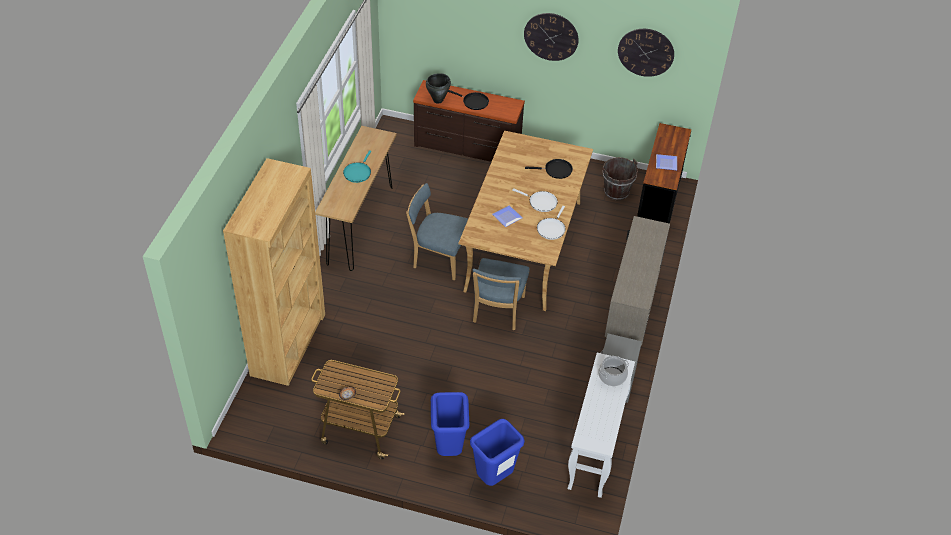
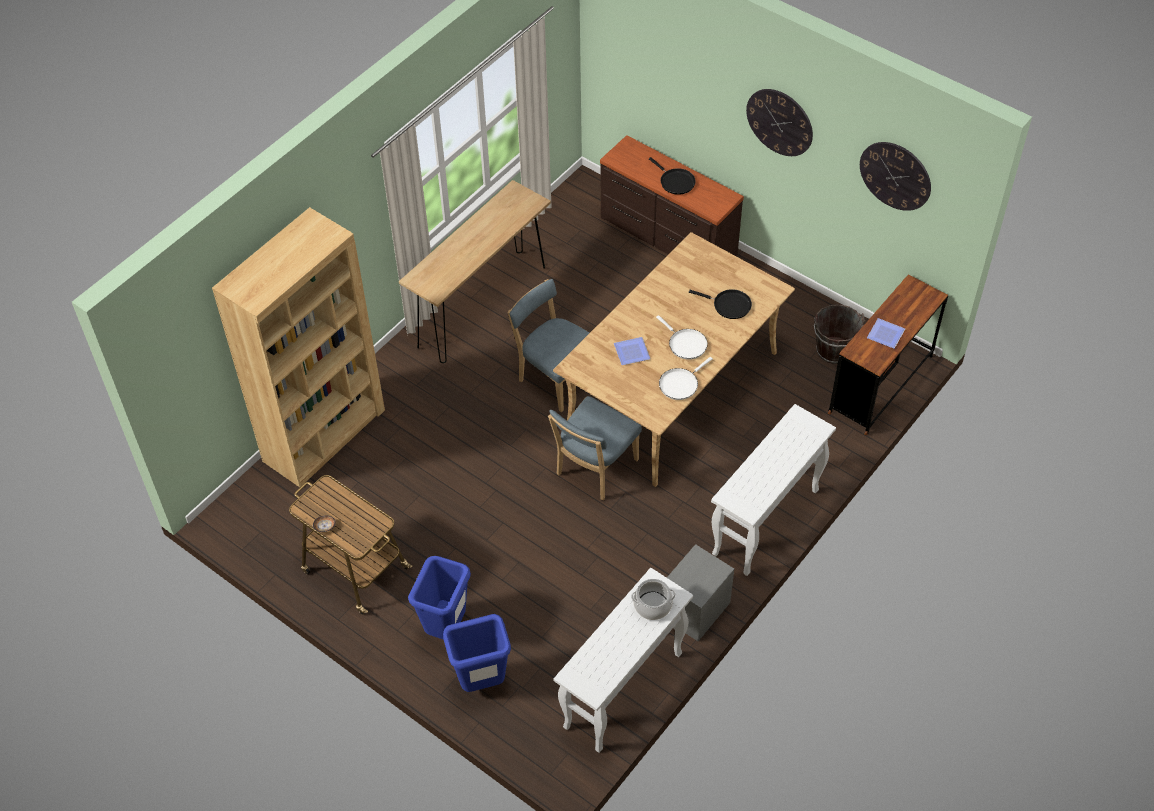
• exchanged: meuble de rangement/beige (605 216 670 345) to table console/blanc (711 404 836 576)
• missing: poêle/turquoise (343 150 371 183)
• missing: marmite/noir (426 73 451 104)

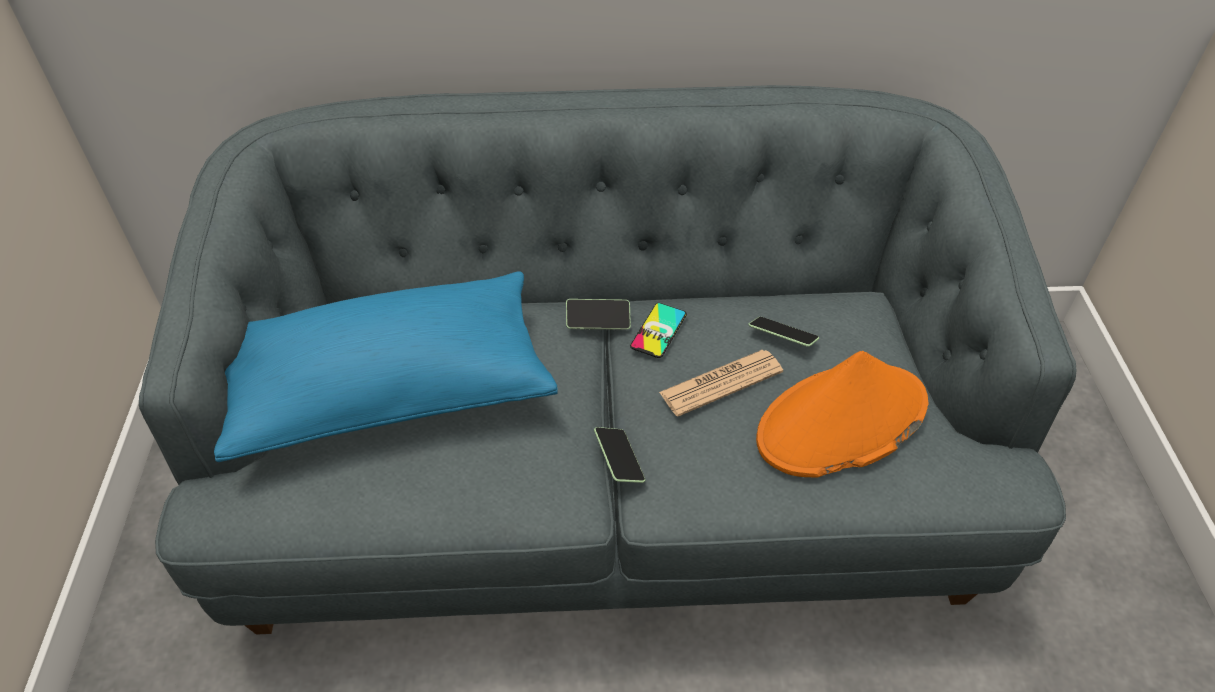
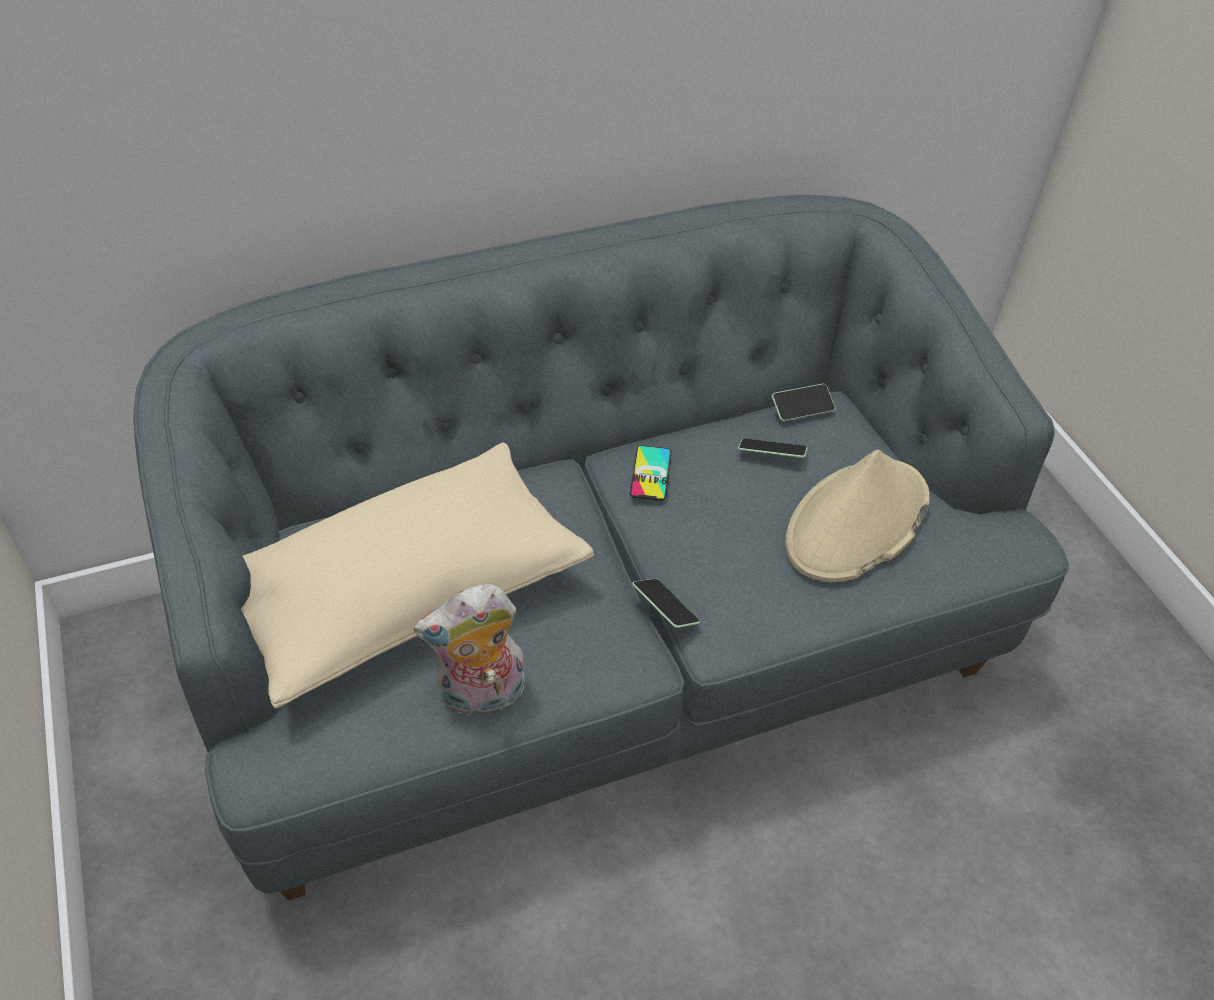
• colour: coussin/bleu (214 271 558 462) to coussin/beige (241 442 594 708)
• appeared: peluche (414 584 525 716)
• relocated: téléphone (566 299 631 330) to (772 384 835 421)
• colour: chapeau/orange (756 351 928 477) to chapeau/beige (785 449 929 582)
• missing: journal (659 350 783 417)

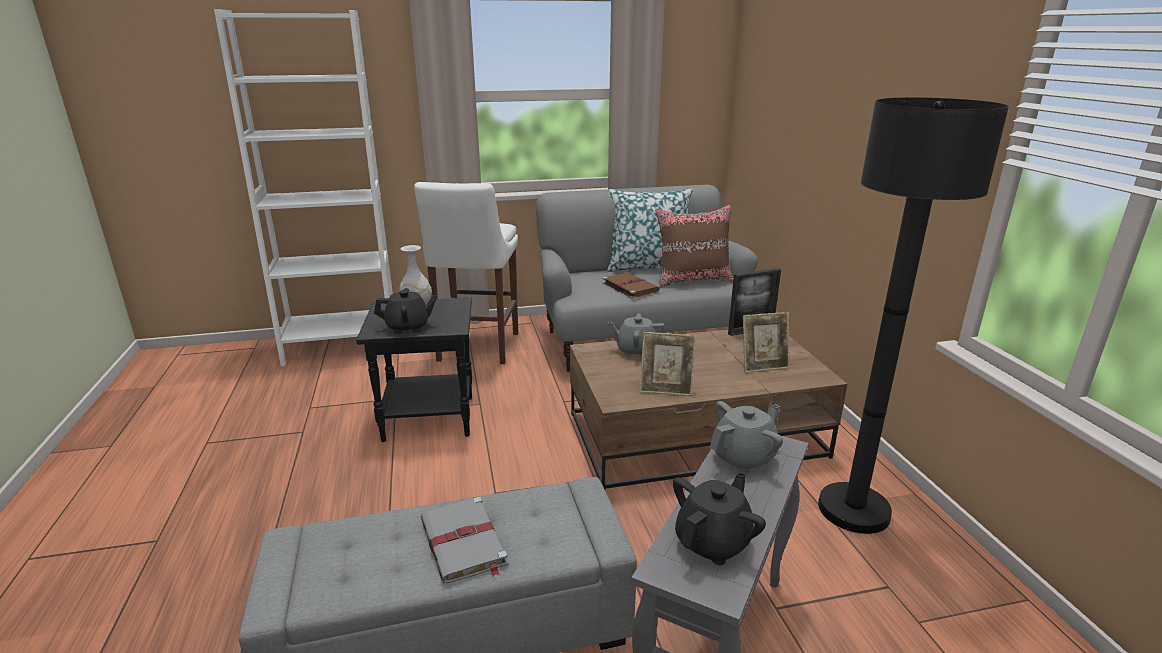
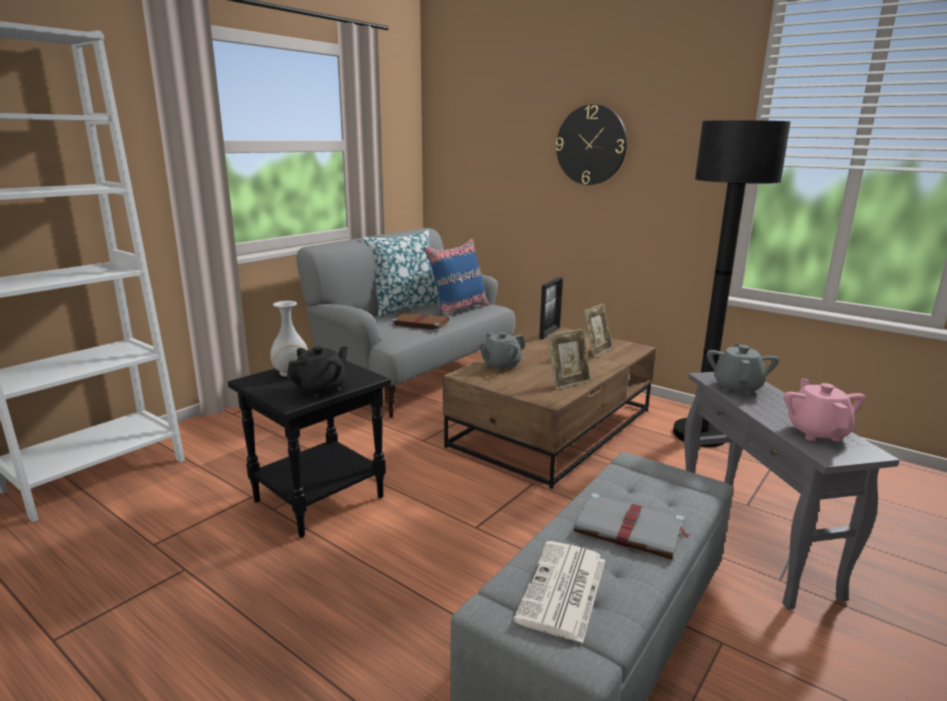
• colour: coussin/marron (655 205 734 288) to coussin/bleu (424 239 489 317)
• appeared: journal (513 541 605 643)
• appeared: horloge murale (556 104 627 185)
• colour: théière/noir (673 472 766 565) to théière/rose (784 379 865 442)
• missing: tabouret/blanc (414 182 518 364)

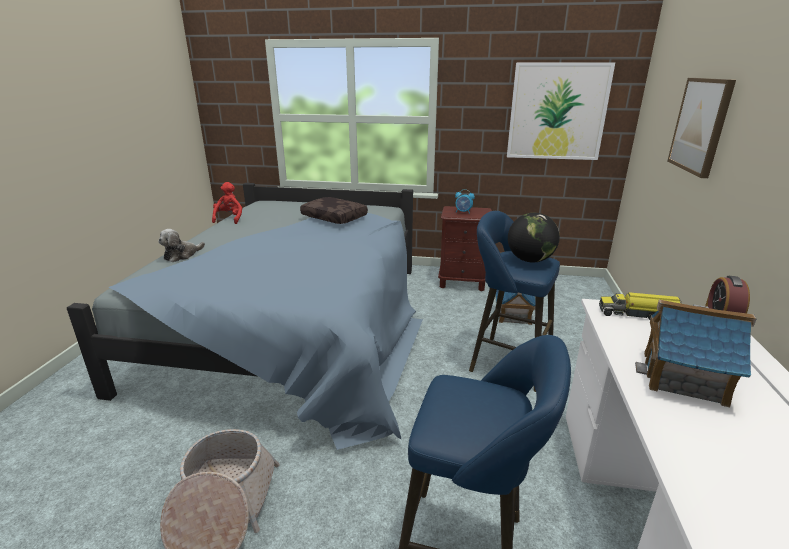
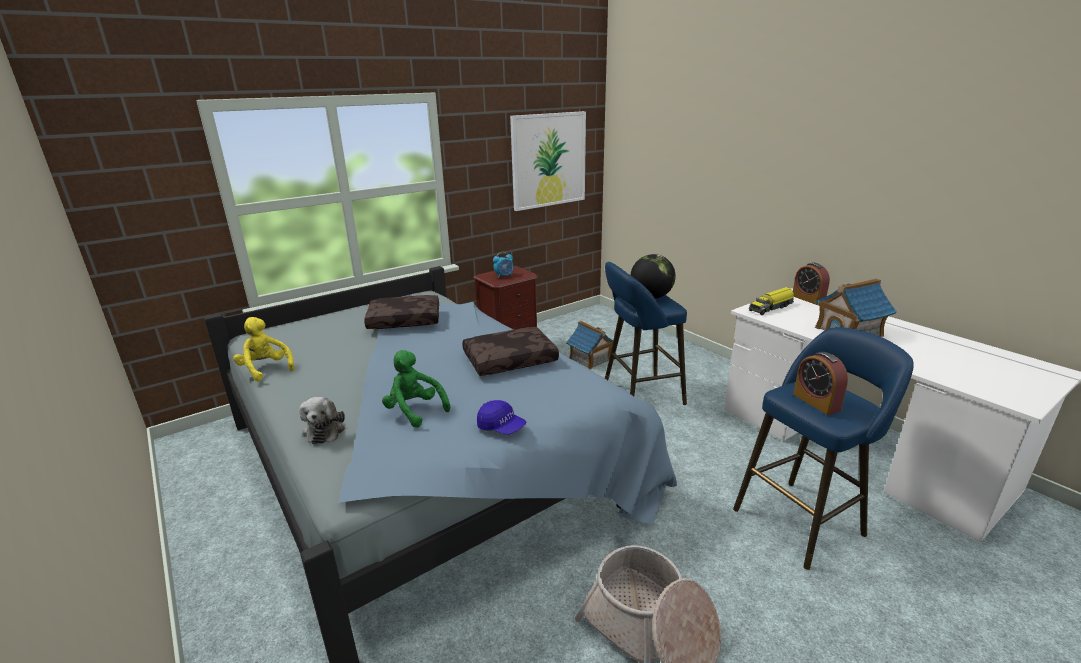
• colour: peluche/rouge (212 182 242 224) to peluche/jaune (233 317 294 382)
• appeared: peluche/vert (382 350 450 428)
• appeared: coussin/marron (462 327 559 376)
• appeared: casquette/bleu (477 400 526 435)
• appeared: réveil (793 352 848 415)
• missing: tableau (668 78 736 178)

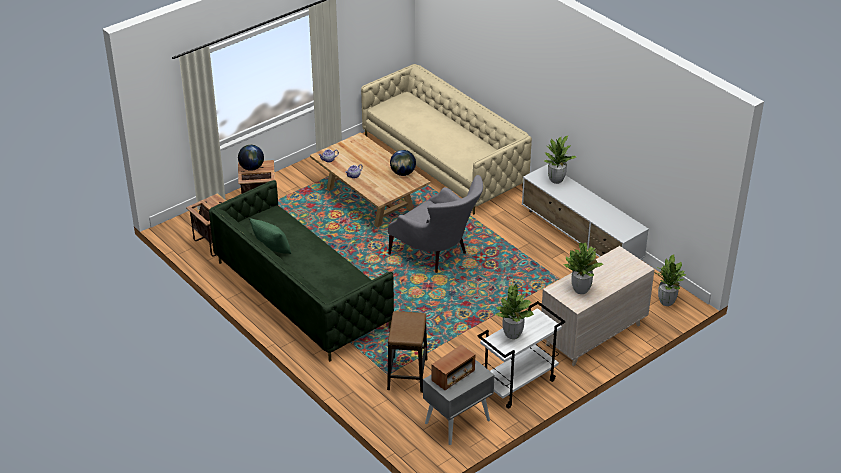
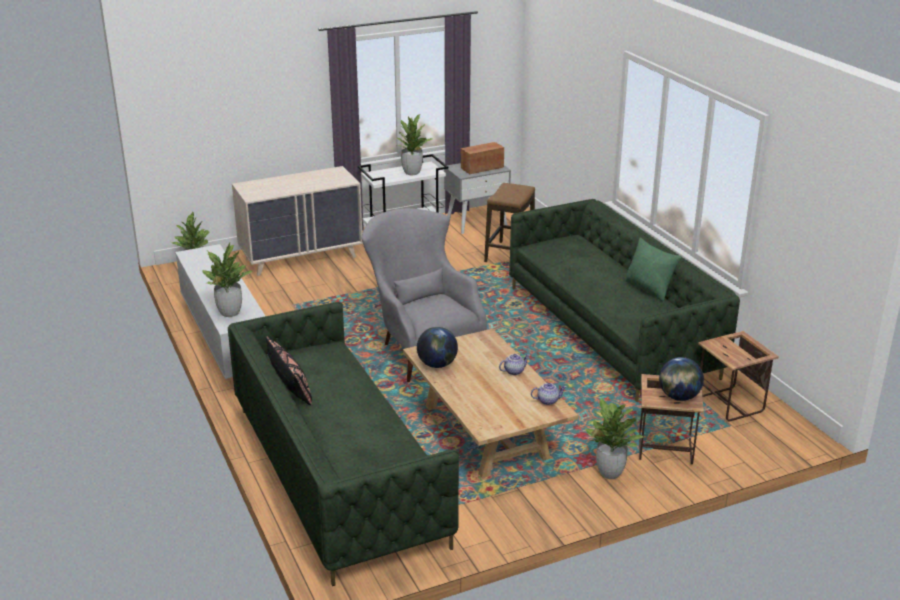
• colour: canapé/beige (361 64 532 214) to canapé/vert (228 302 459 586)
• appeared: coussin/noir (266 336 312 405)
• relocated: plante en pot (564 242 604 294) to (585 398 643 479)

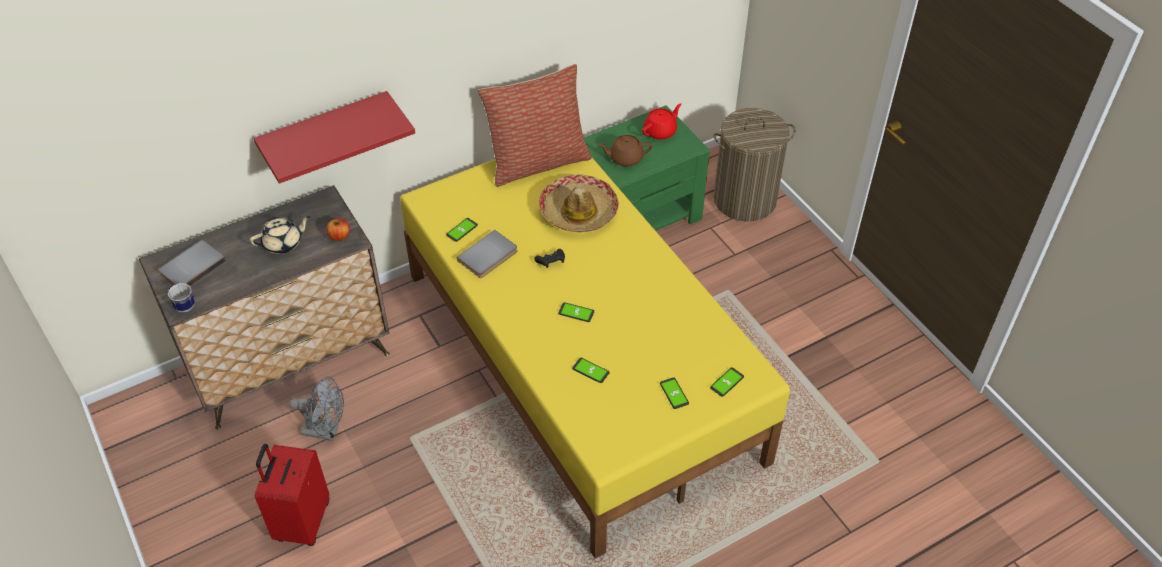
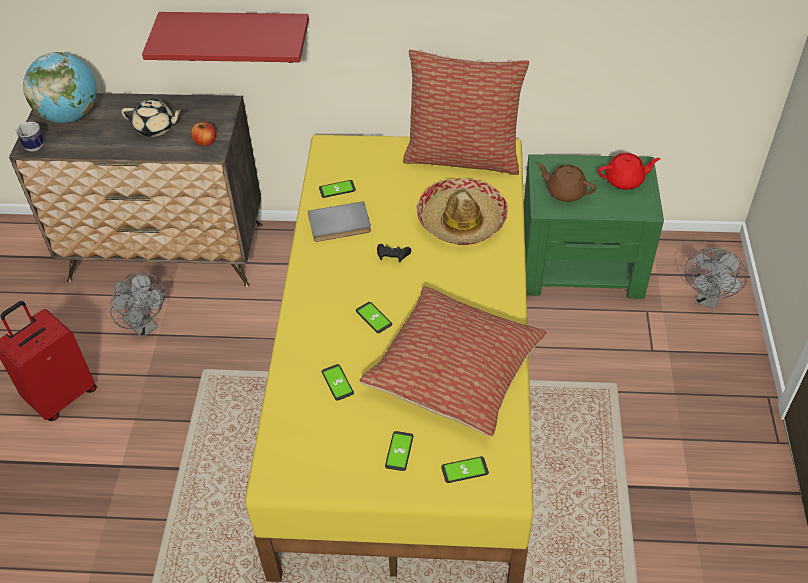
• exchanged: livre/gris (158 240 226 286) to globe (23 52 97 123)
• appeared: coussin (359 286 546 437)
• exchanged: panier à linge (713 108 796 222) to ventilateur/gris (685 248 748 309)

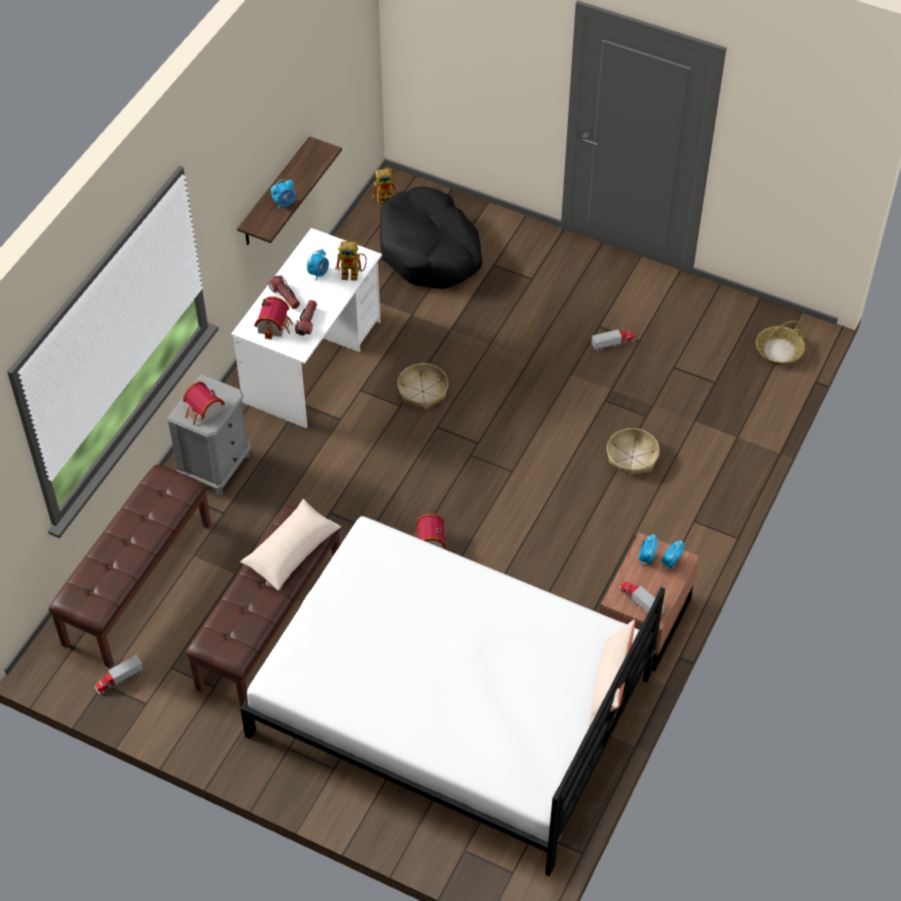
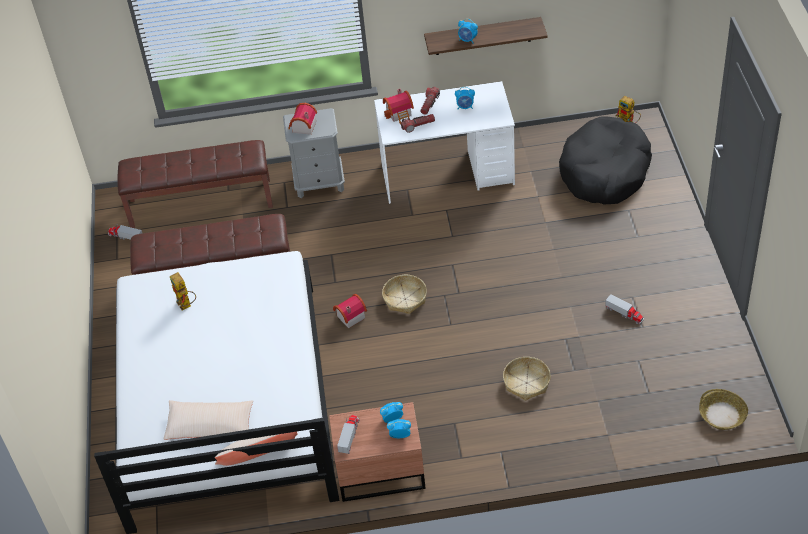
• relocated: coussin/beige (240 499 341 591) to (163 400 253 440)
• relocated: robot jouet (335 241 367 281) to (170 272 196 311)
• relocated: panier (397 363 448 410) to (382 275 427 314)

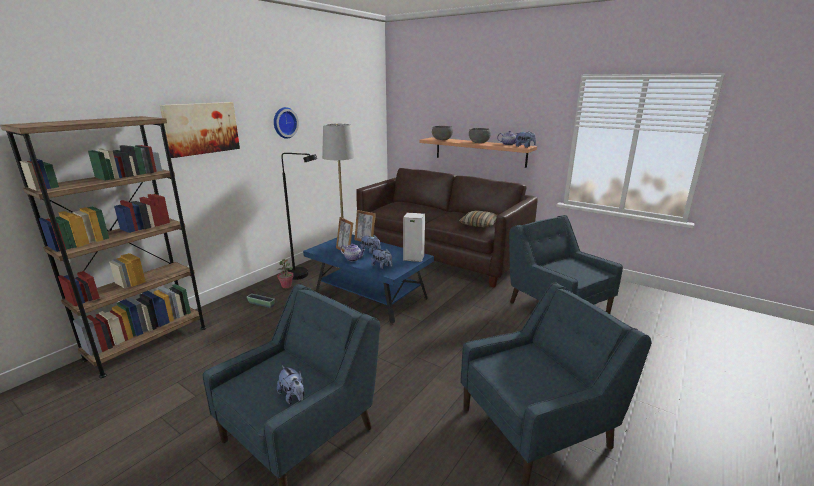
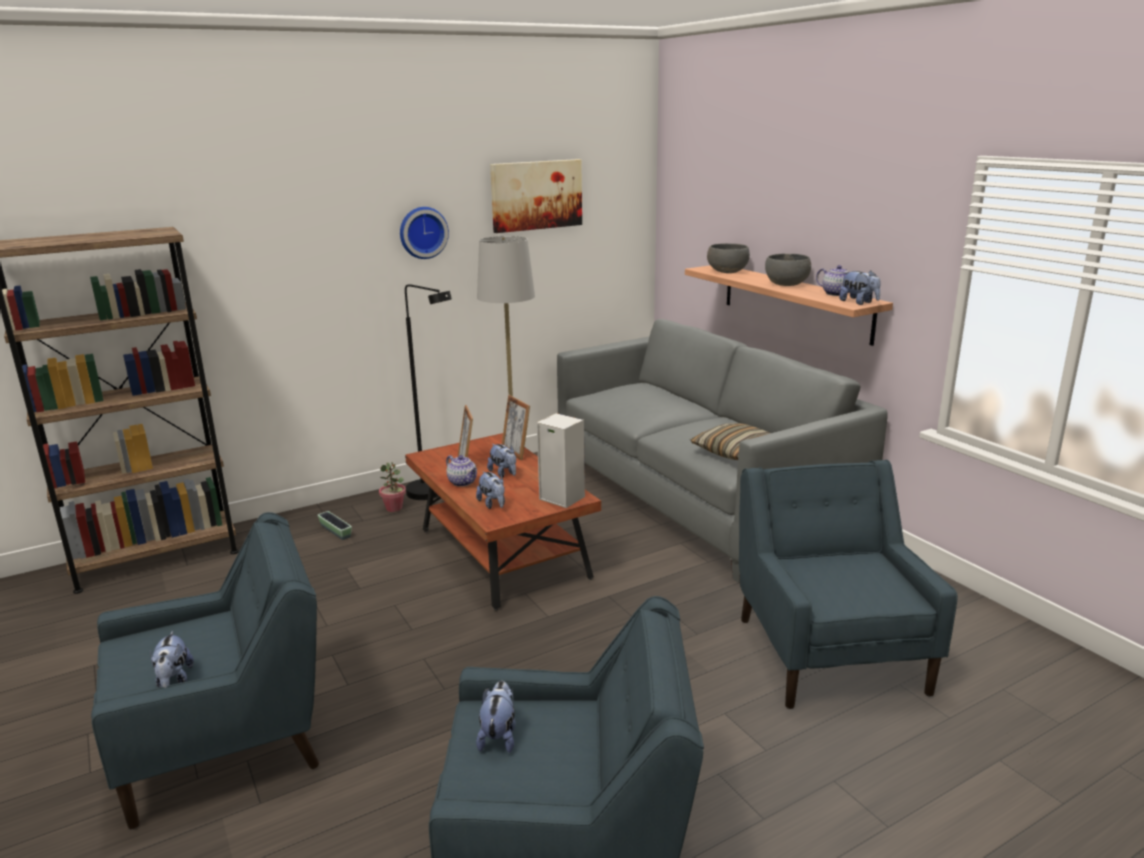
• colour: table basse/bleu (303 235 434 324) to table basse/marron (405 433 601 610)
• appeared: peluche (476 681 516 753)
• relocated: tableau (160 102 240 158) to (490 159 582 233)
• colour: canapé/marron (356 168 538 287) to canapé/gris (557 319 888 583)

